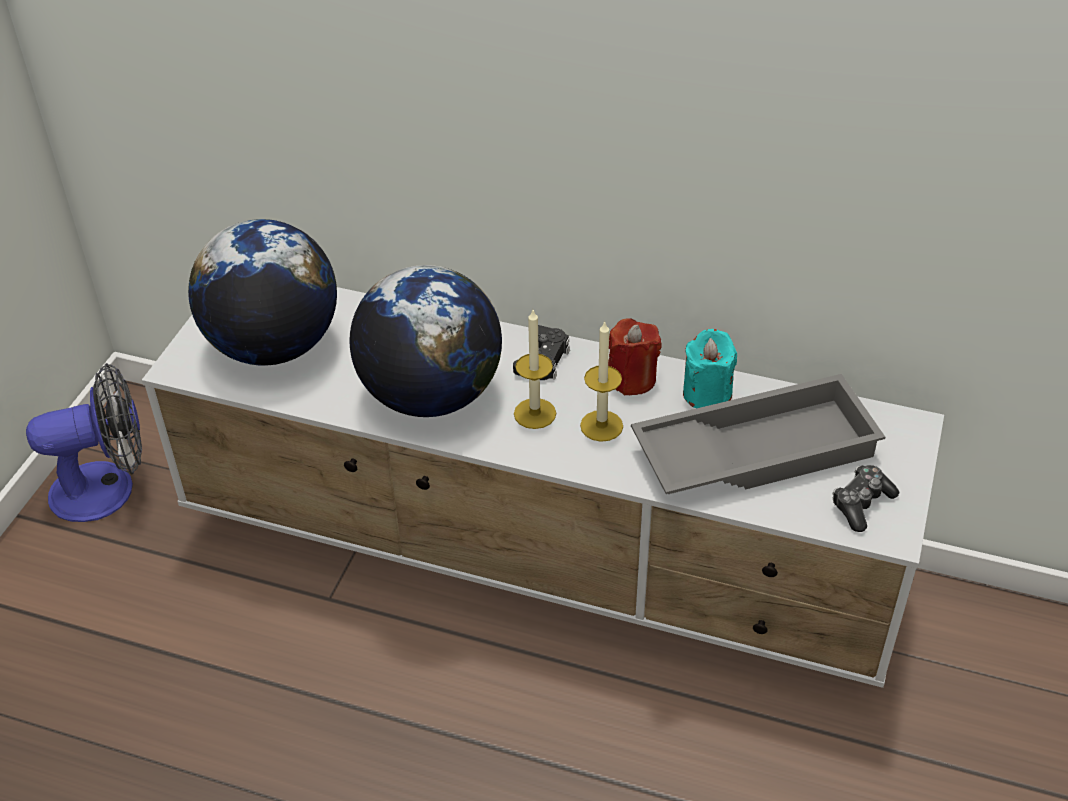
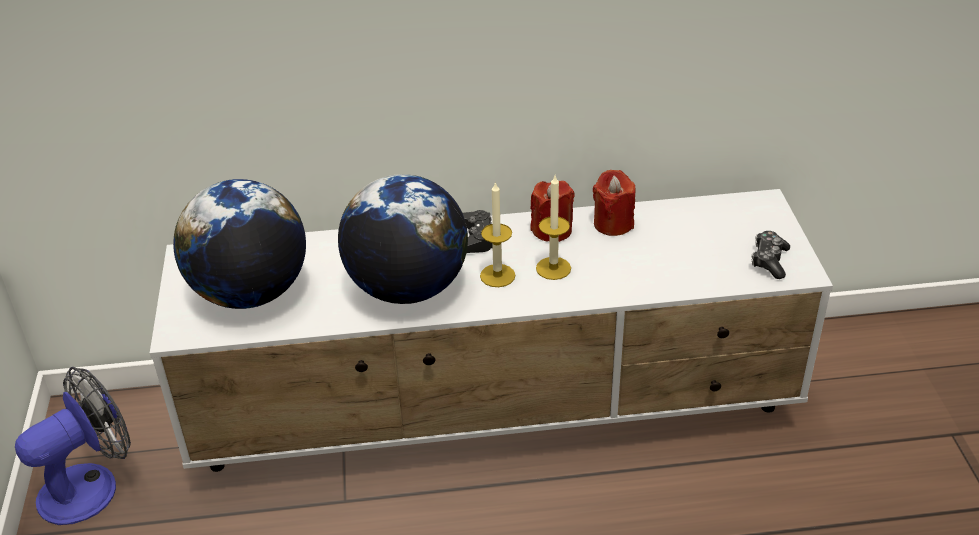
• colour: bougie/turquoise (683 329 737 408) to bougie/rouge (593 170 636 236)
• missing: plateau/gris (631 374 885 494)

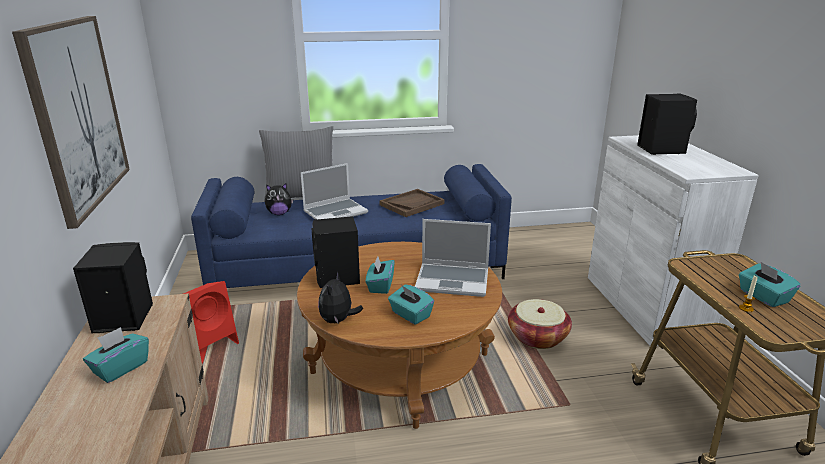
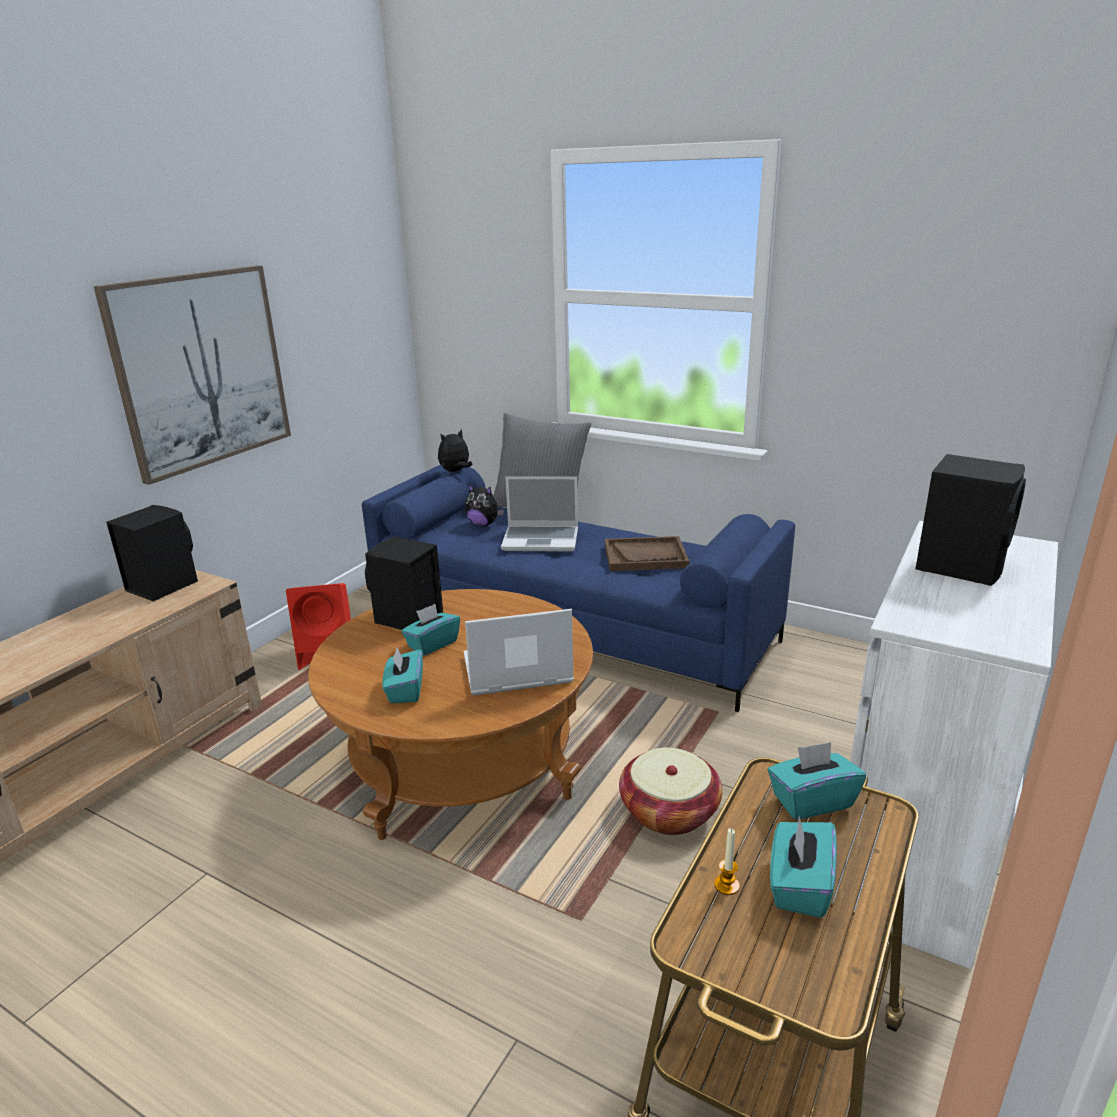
• relocated: peluche (318 271 363 324) to (438 429 472 472)
• spun: ordinateur portable (415 219 491 297) = (464 609 574 695) 120 degrees clockwise
• relocated: boîte à mouchoirs/turquoise (83 327 149 383) to (768 742 866 820)

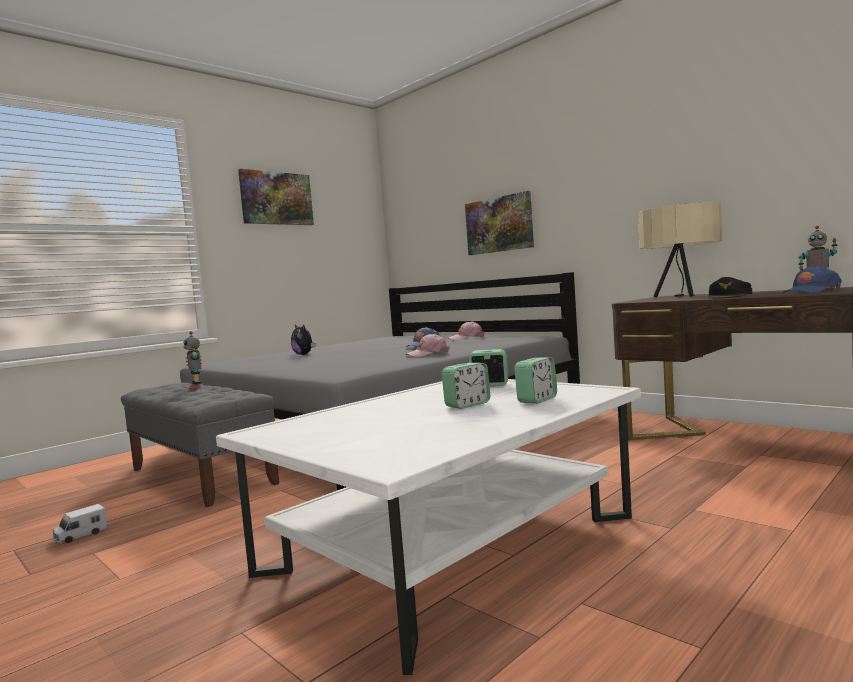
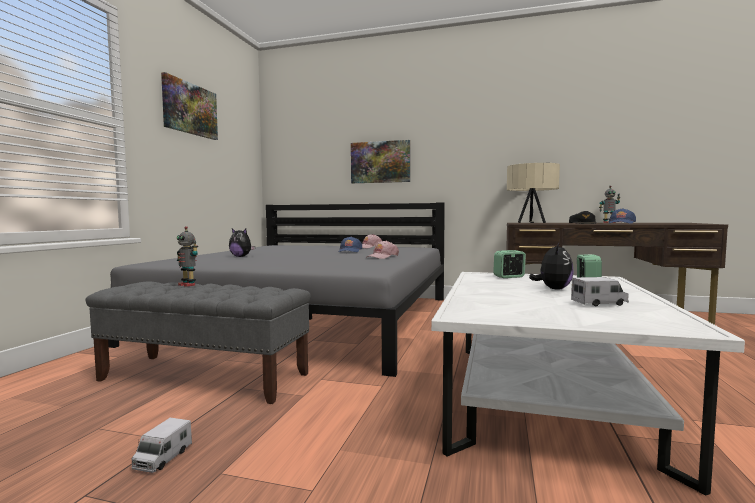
• exchanged: réveil (442 363 490 409) to peluche (529 243 574 290)
• appeared: camion jouet (571 277 629 306)

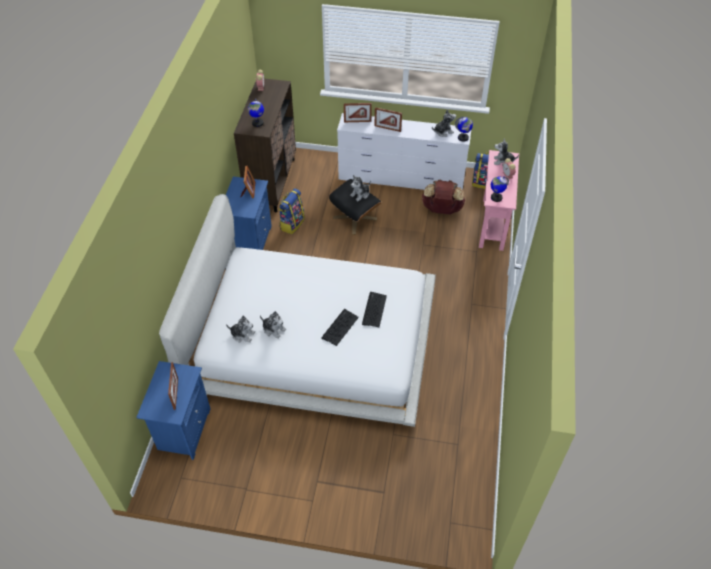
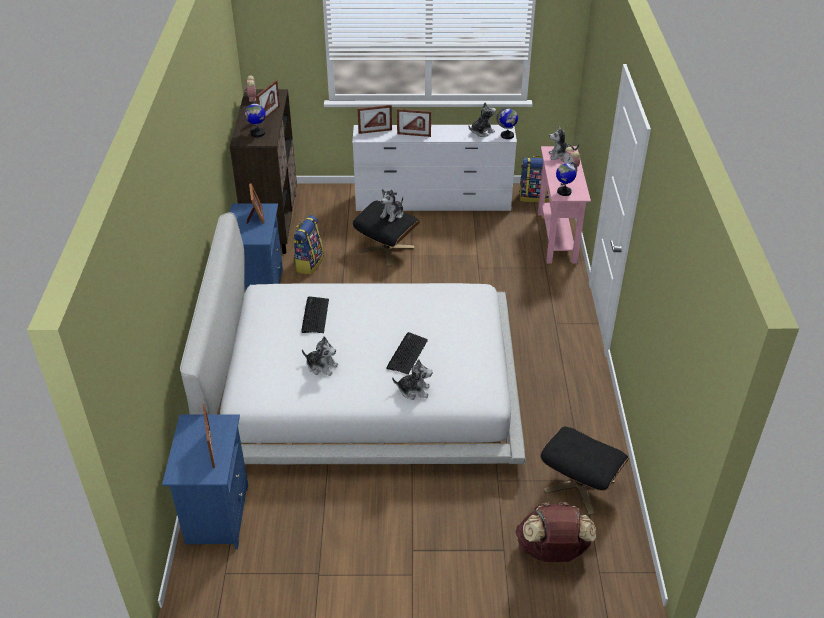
• appeared: cadre photo (256 80 280 120)
• relocated: clavier (362 292 387 327) to (301 296 329 333)
• relocated: peluche (226 316 255 343) to (392 359 432 400)
• relocated: sac à dos/marron (422 179 465 214) to (515 502 596 562)
• appeared: pouf/noir (540 427 629 515)

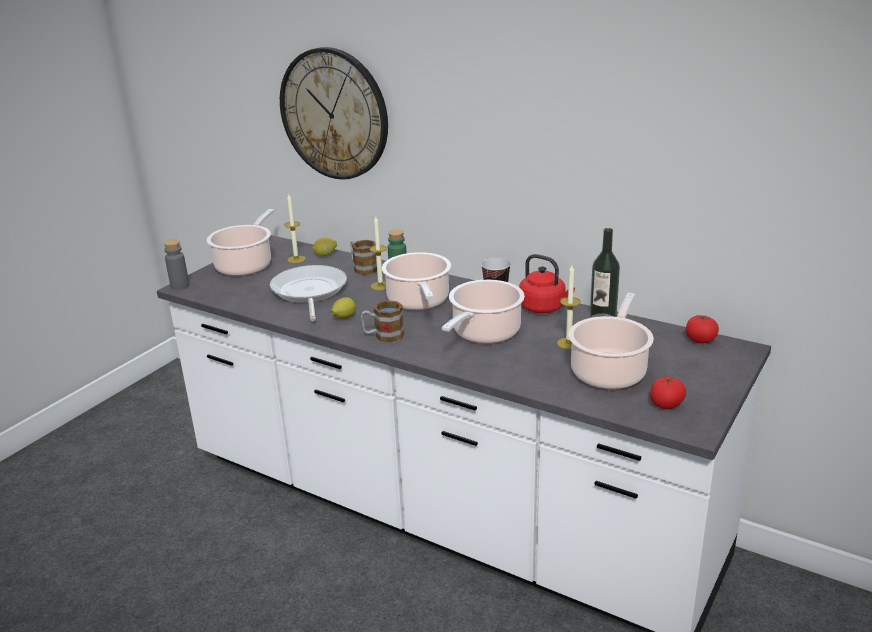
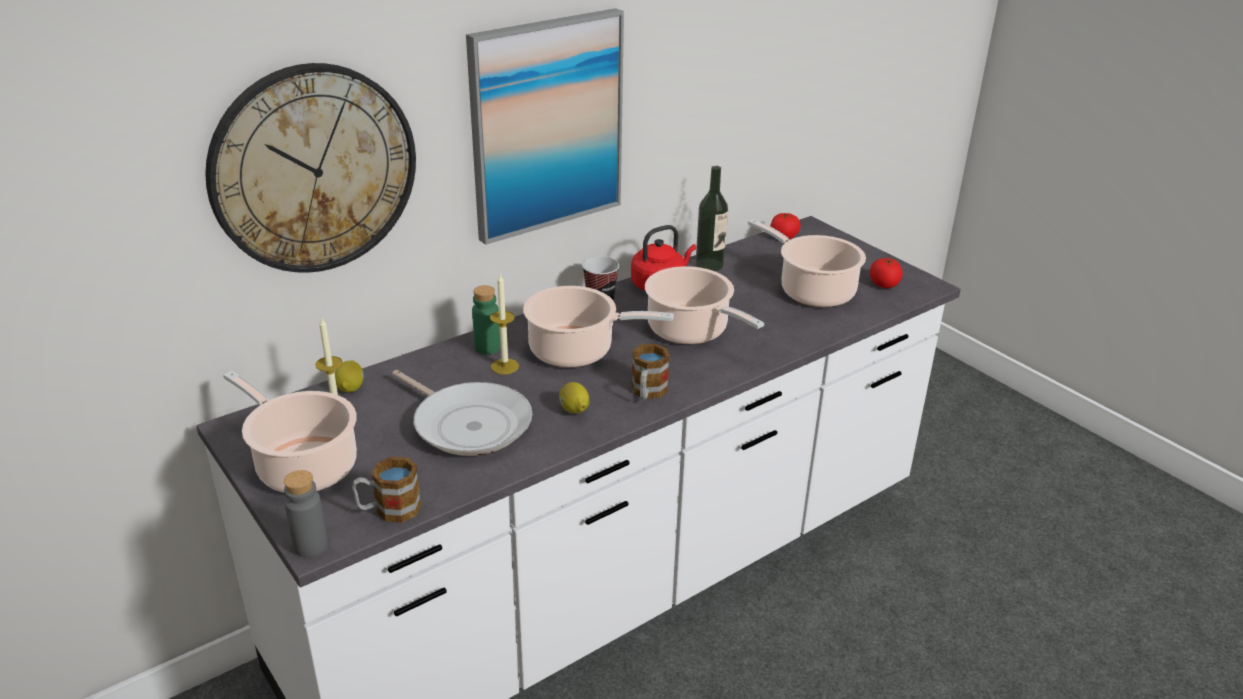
• relocated: mug (350 240 377 275) to (352 457 421 523)
• spun: poêle (270 265 347 321) = (392 370 532 456) 150 degrees counterclockwise
• appeared: tableau (466 8 624 245)
• missing: bougie (557 265 581 350)

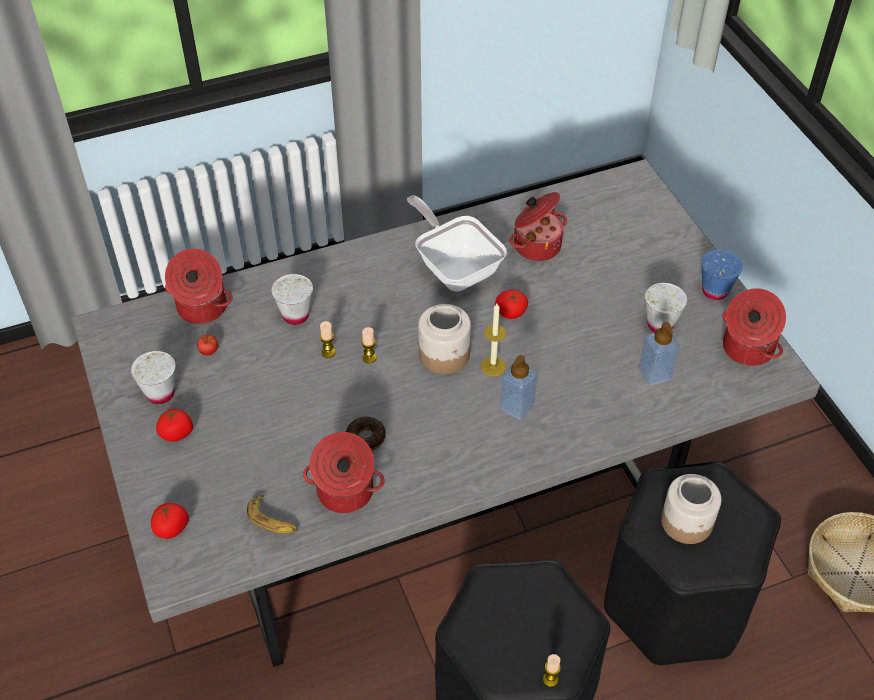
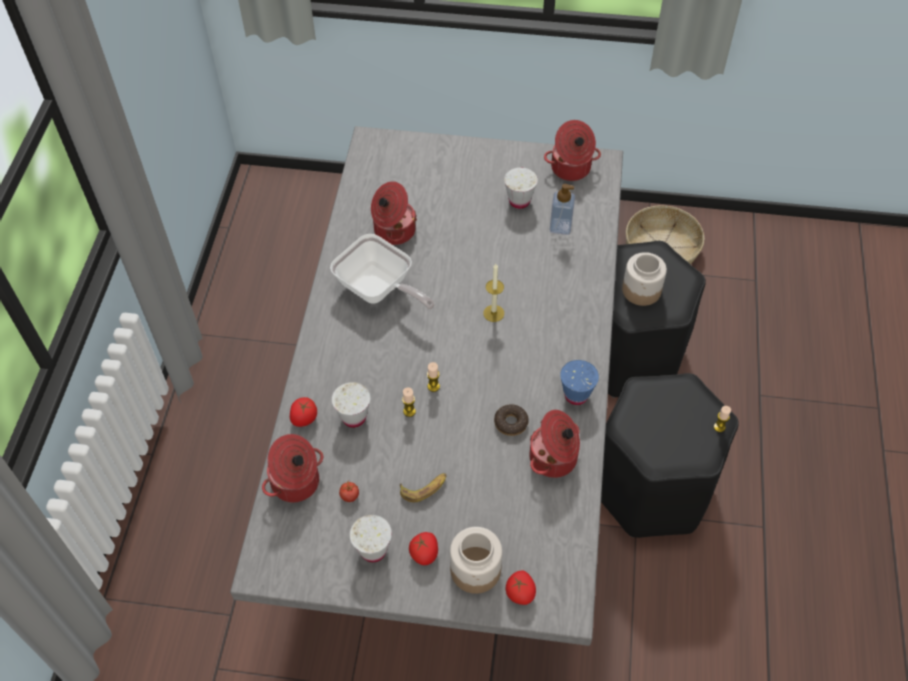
• relocated: tomate (495 290 528 319) to (290 397 317 427)
• spun: poêle (407 195 507 291) = (330 234 435 310) 135 degrees counterclockwise
• relocated: banane (247 495 298 533) to (400 473 446 502)
• relocated: bocal (418 304 471 374) to (450 527 502 594)
• relocated: tasse/bleu (702 250 743 300) to (560 360 599 405)
• missing: distributeur de savon (500 355 537 420)

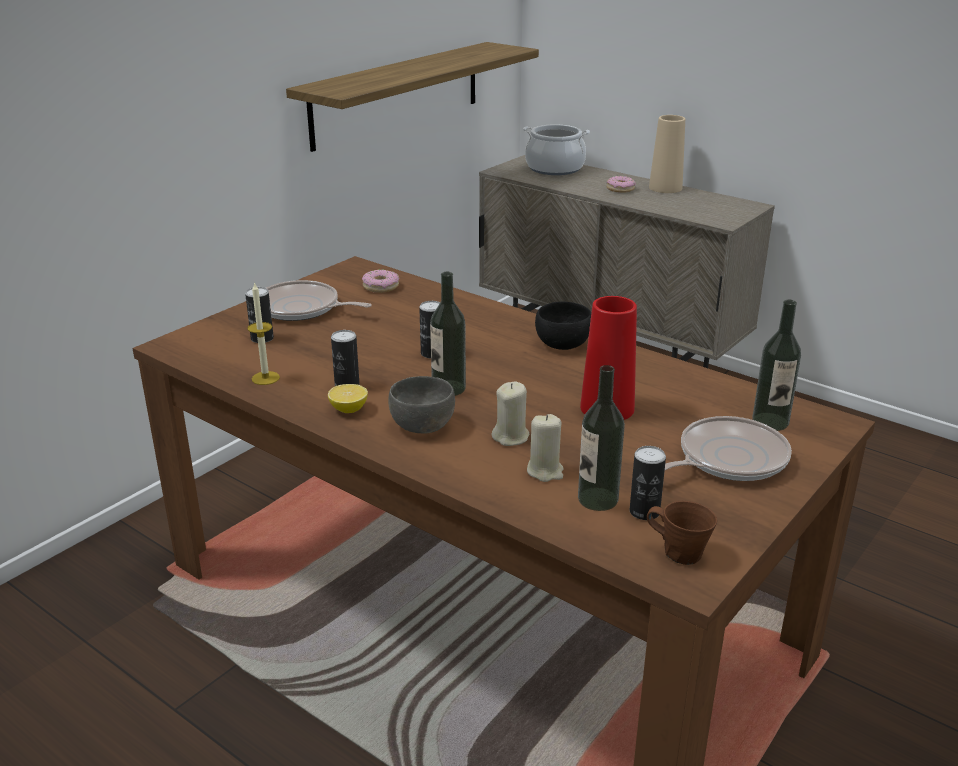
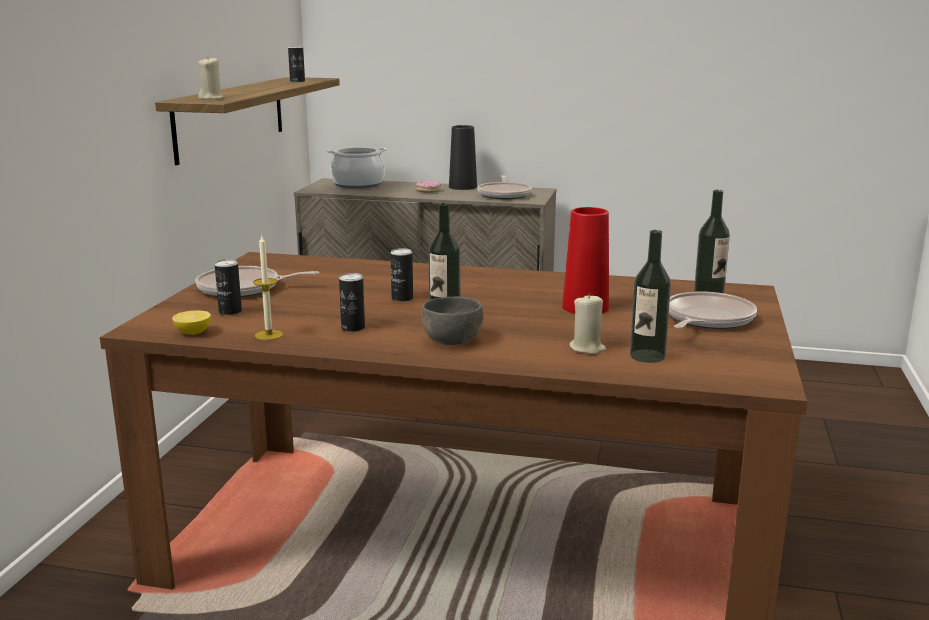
• relocated: citron (328 384 368 413) to (172 310 211 335)
• relocated: bougie/beige (492 381 529 446) to (198 57 224 100)
• relocated: boîte métallique (630 446 666 520) to (288 46 305 82)
• colour: vase/beige (649 115 685 193) to vase/noir (449 125 477 190)
• appeared: poêle (477 175 532 199)
• missing: beignet (362 269 399 293)
• missing: bol/noir (535 302 591 350)
• missing: mug/marron (647 501 717 565)

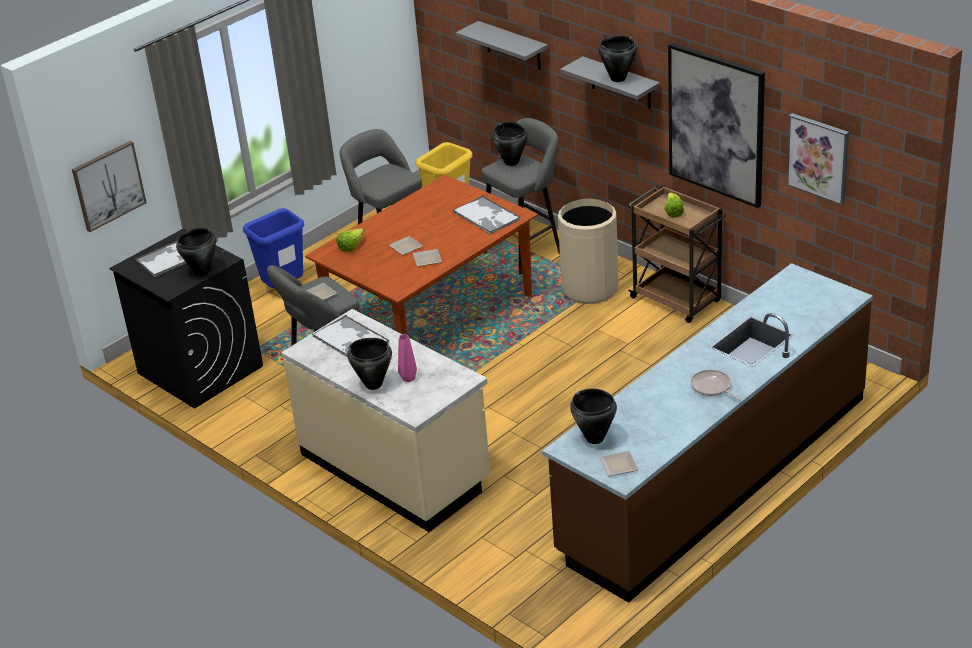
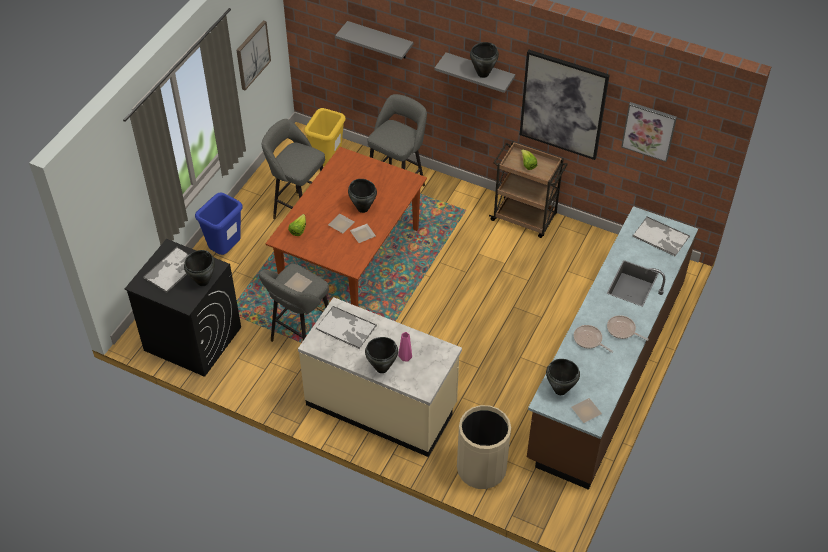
• relocated: tableau (72 141 147 232) to (237 20 271 90)
• relocated: marmite/noir (492 122 527 166) to (348 179 377 213)
• relocated: poubelle/beige (558 199 619 304) to (457 405 511 489)
• appeared: poêle (574 325 613 353)
• relocated: plateau (453 196 520 234) to (632 217 690 257)

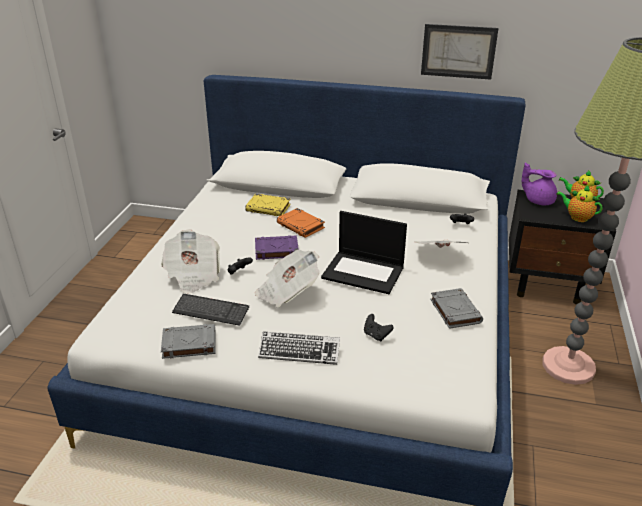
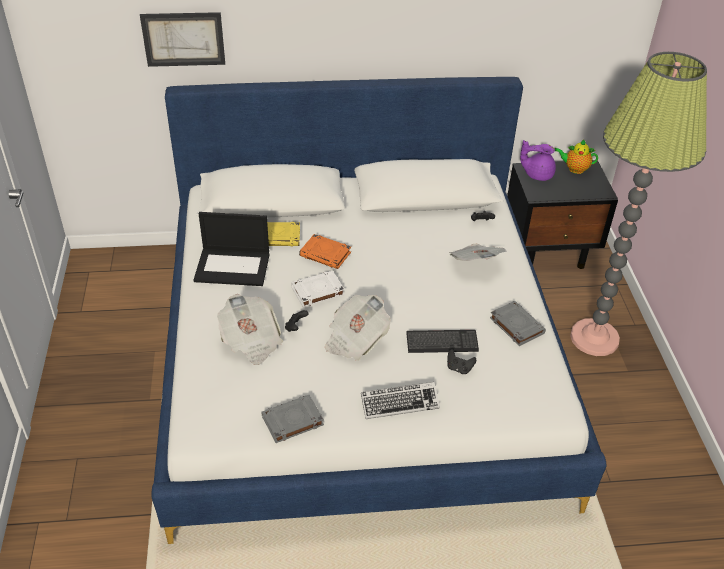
• relocated: tableau (421 24 498 80) to (140 12 225 67)
• relocated: ordinateur portable (321 211 407 294) to (194 212 269 286)
• colour: livre/violet (255 235 299 260) to livre/blanc (291 271 345 307)
• relocated: clavier (172 294 249 326) to (406 330 479 353)
• missing: théière (557 185 603 222)

